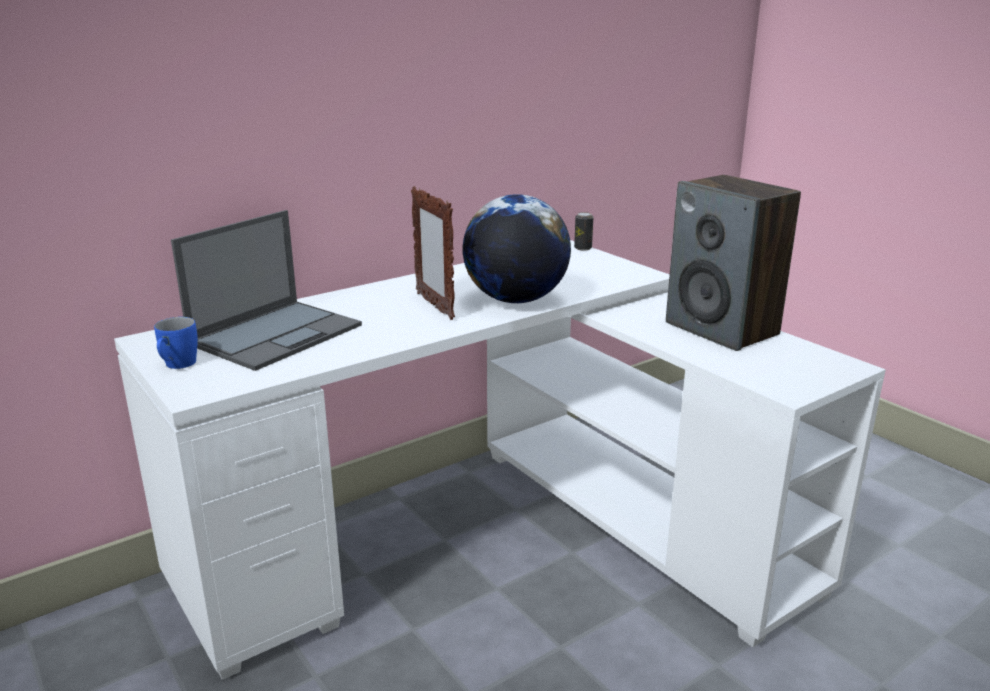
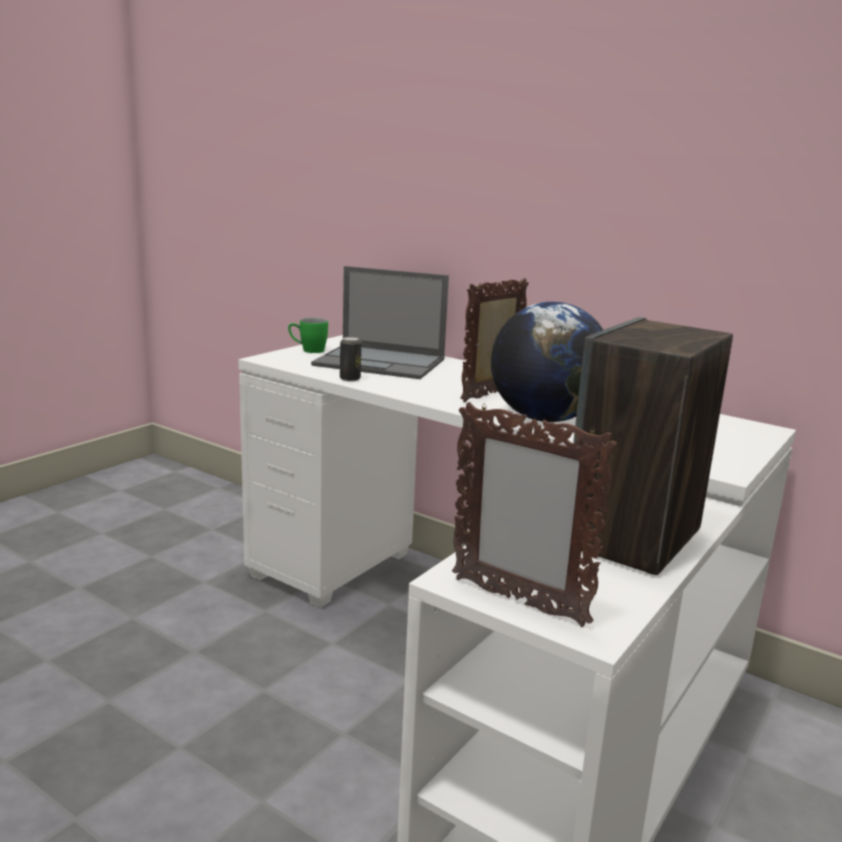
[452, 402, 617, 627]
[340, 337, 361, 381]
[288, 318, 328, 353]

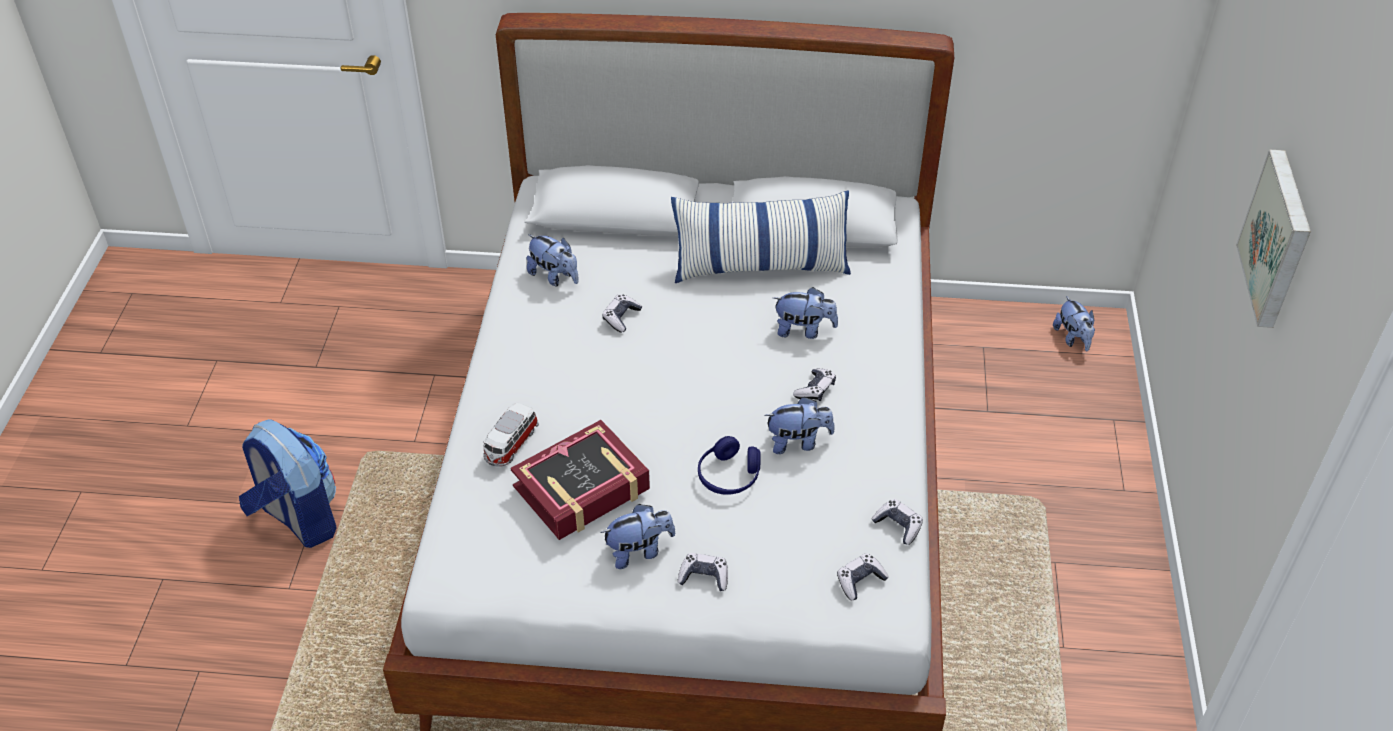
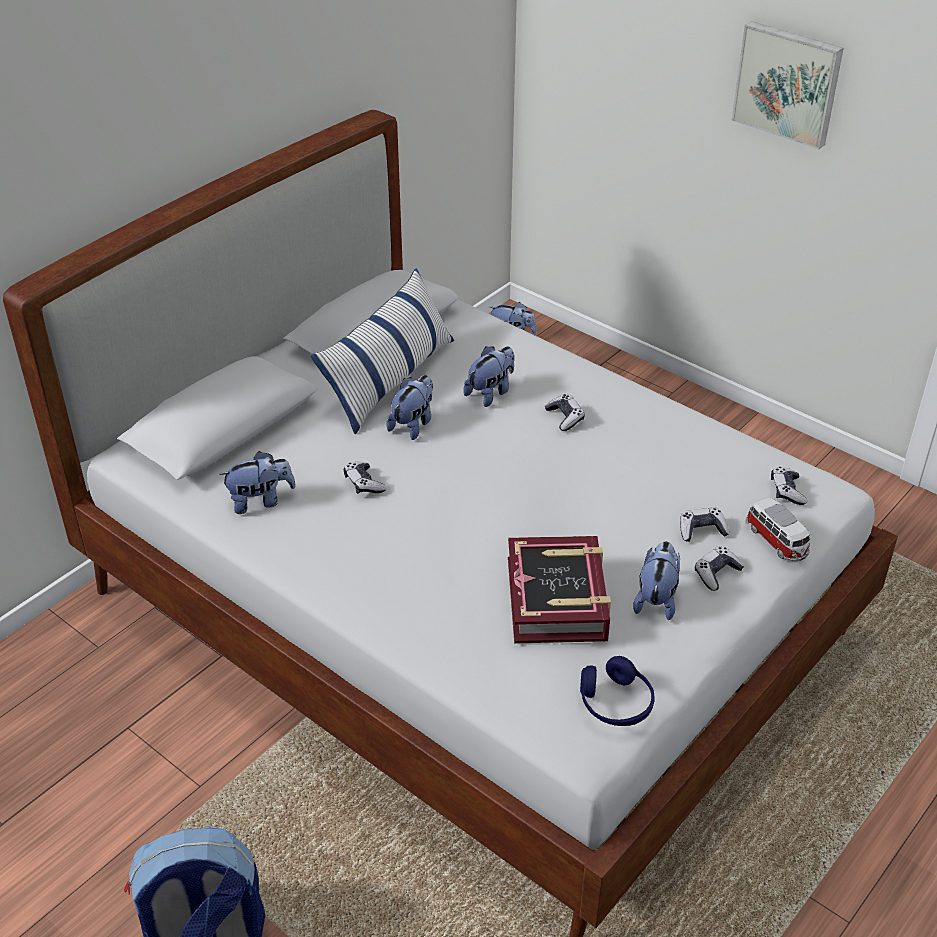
[746, 497, 810, 561]
[580, 656, 655, 726]
[386, 375, 433, 440]
[680, 507, 729, 542]

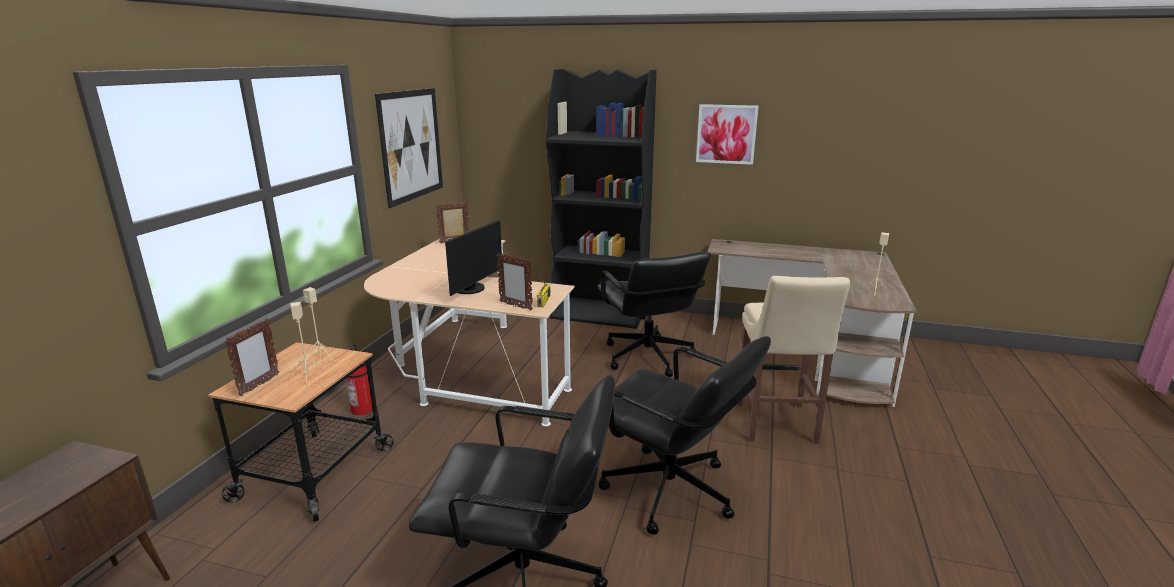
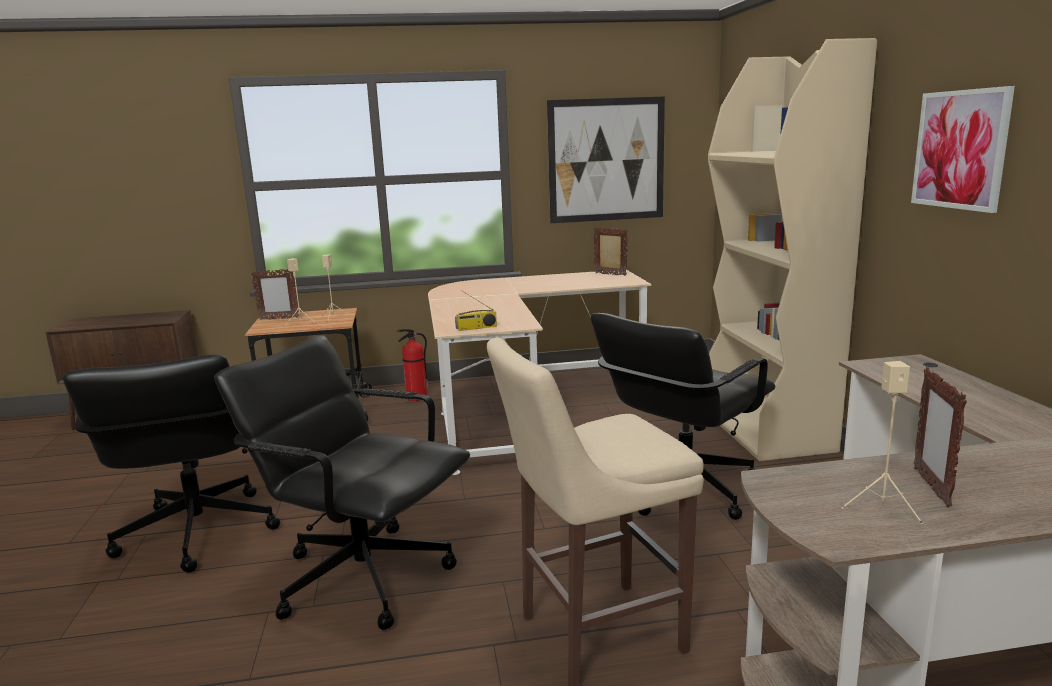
[445, 220, 502, 296] (first image)
[913, 367, 967, 507]
[708, 38, 877, 461]
[214, 335, 470, 630]

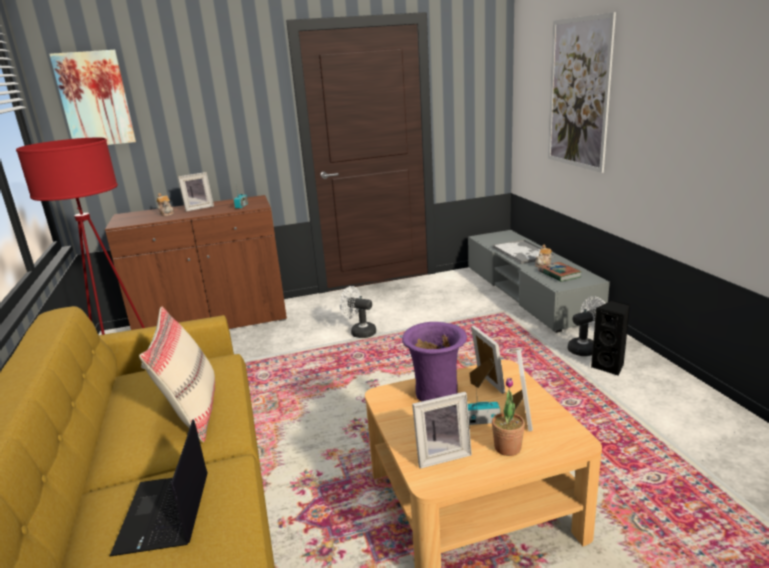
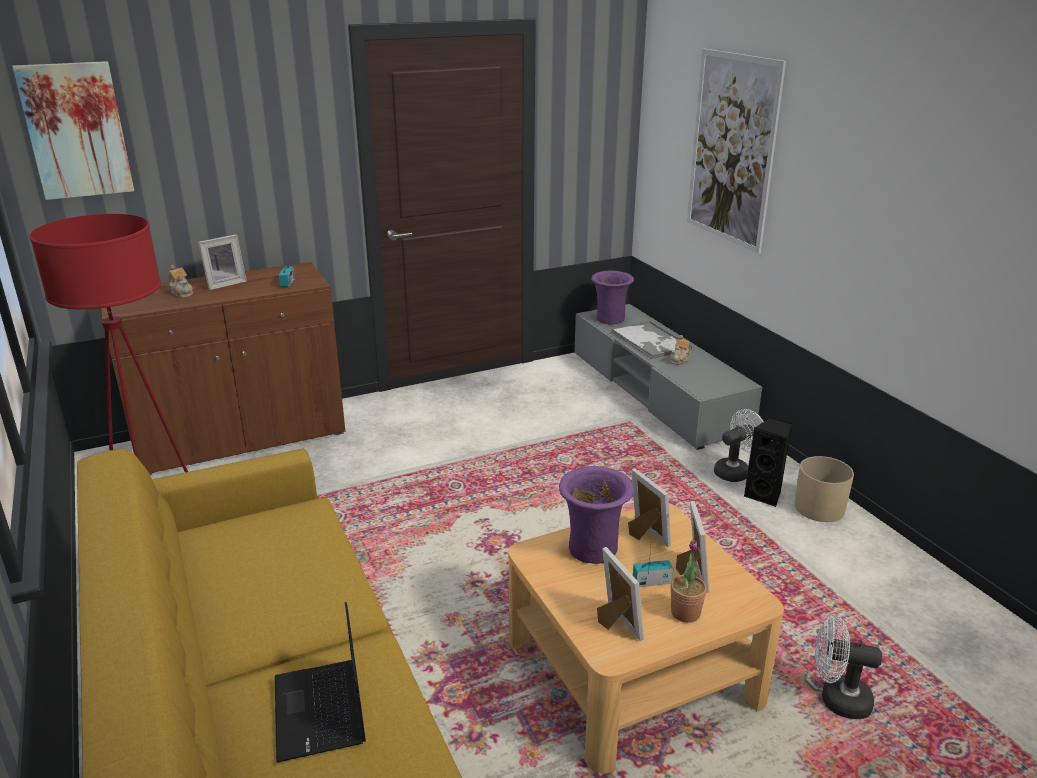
[139, 307, 215, 442] (first image)
[539, 262, 582, 282] (first image)
[591, 271, 634, 324]
[794, 456, 854, 522]
[815, 616, 882, 719]
[597, 547, 644, 641]

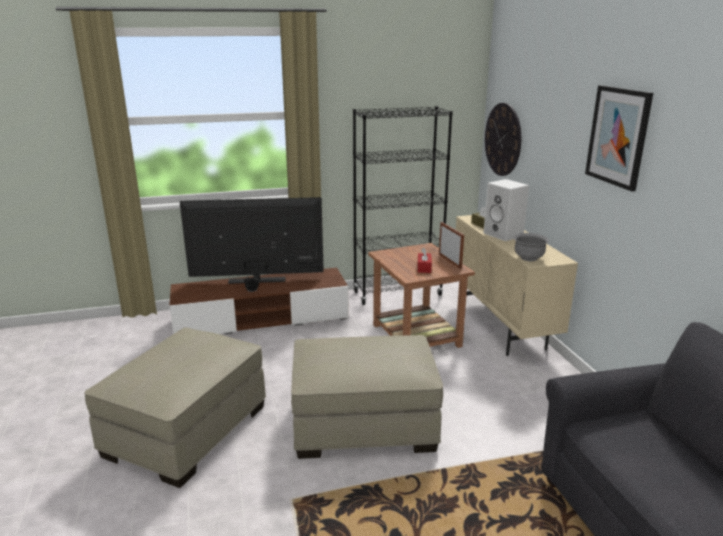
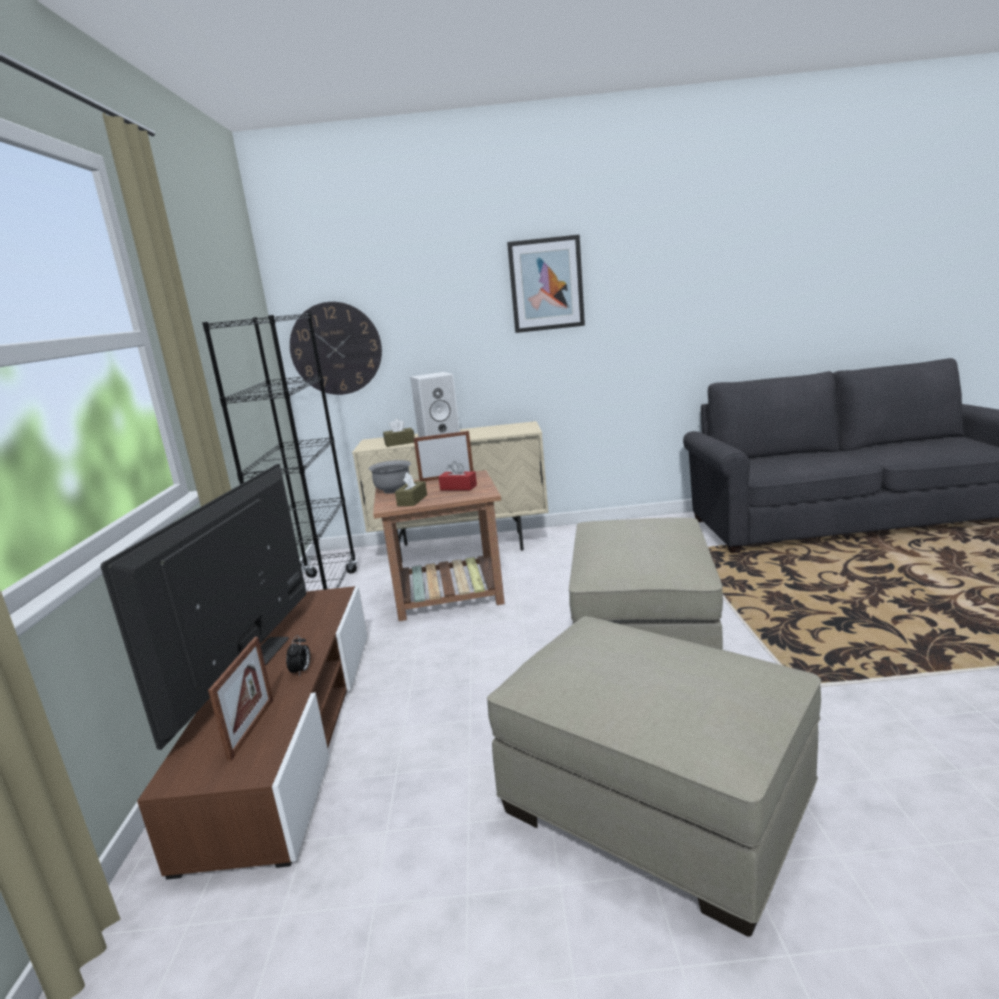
[208, 637, 273, 761]
[395, 472, 427, 506]
[368, 460, 411, 494]

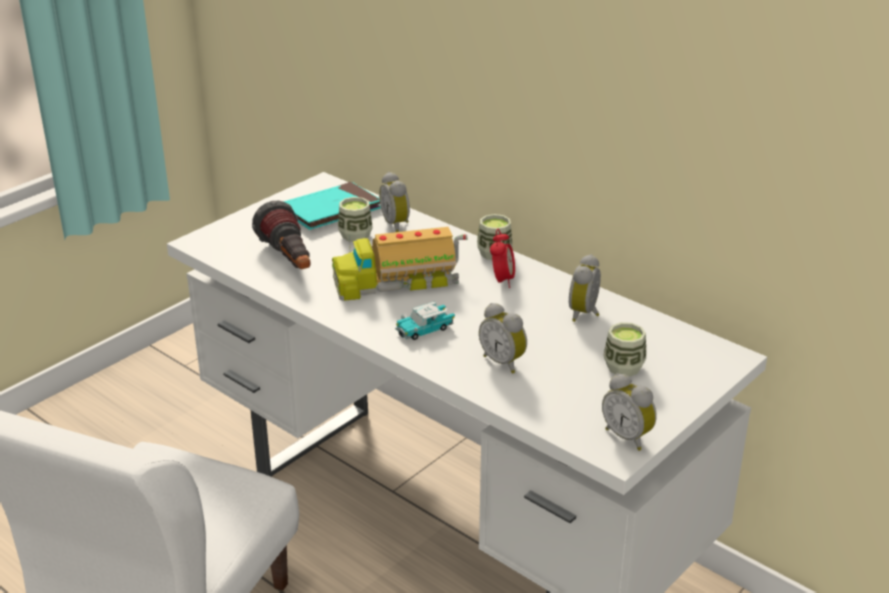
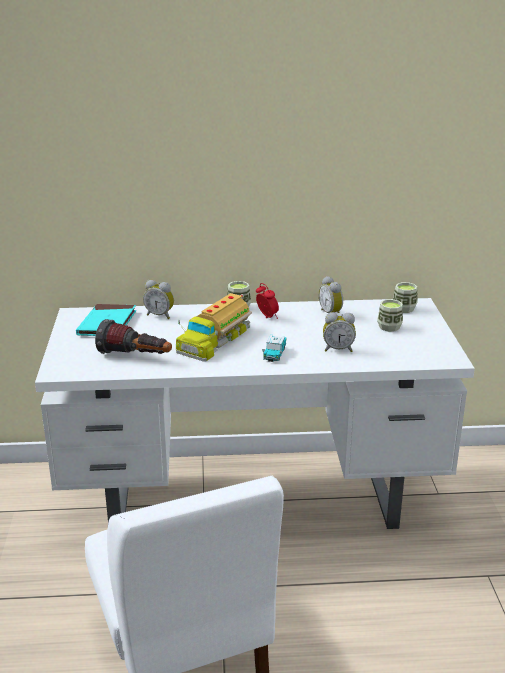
[602, 373, 657, 451] (first image)
[393, 282, 418, 313]

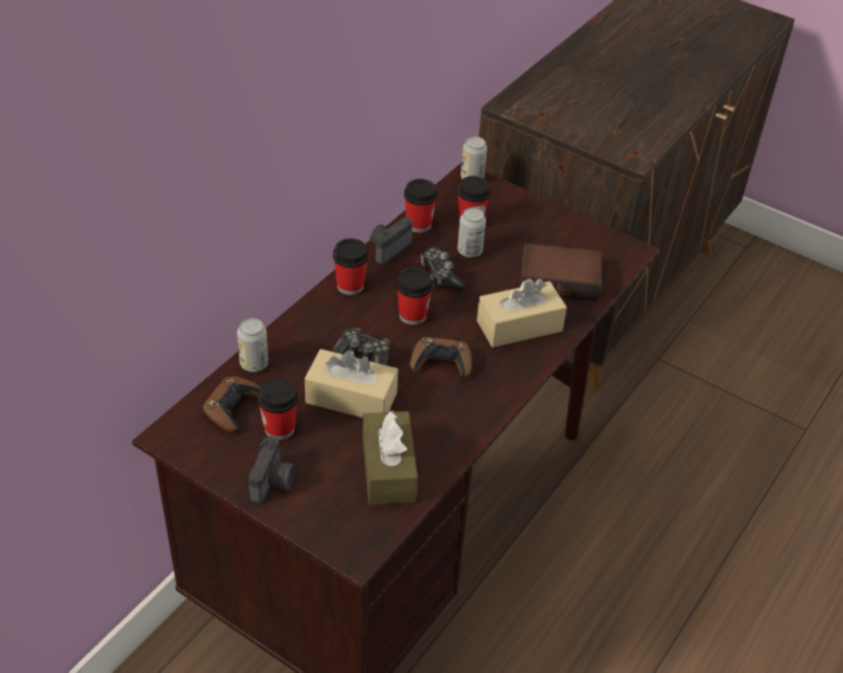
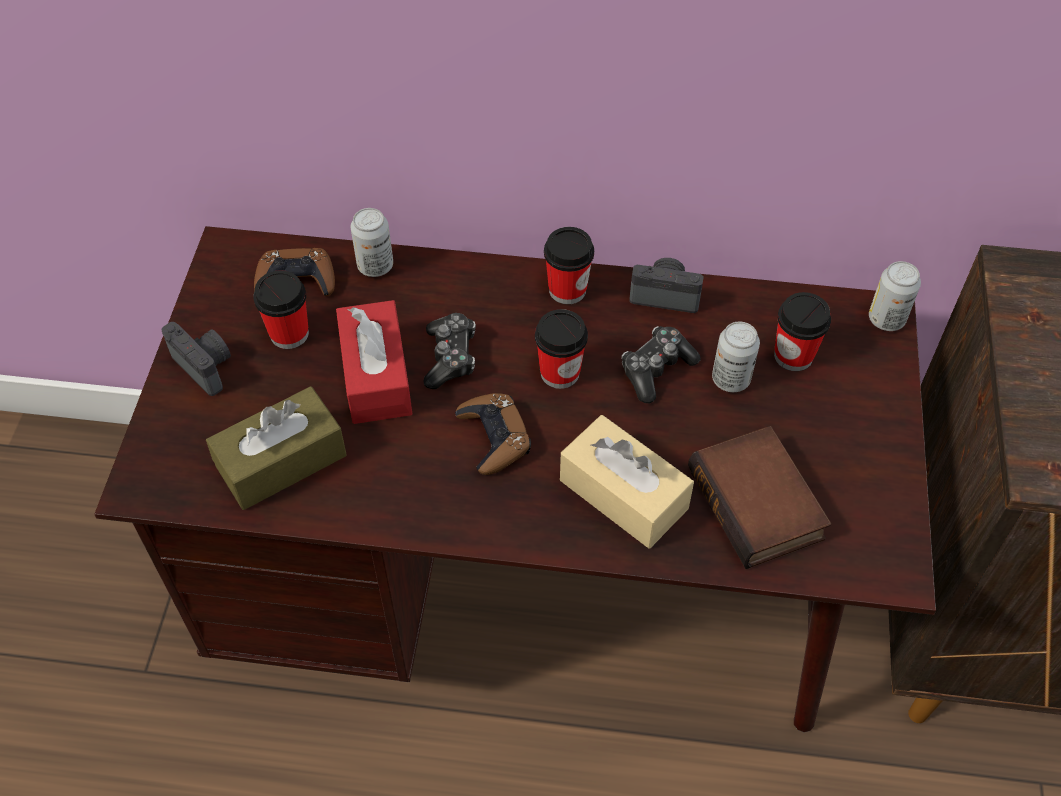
[404, 179, 437, 233] (first image)
[336, 300, 413, 424]
[162, 322, 231, 396]

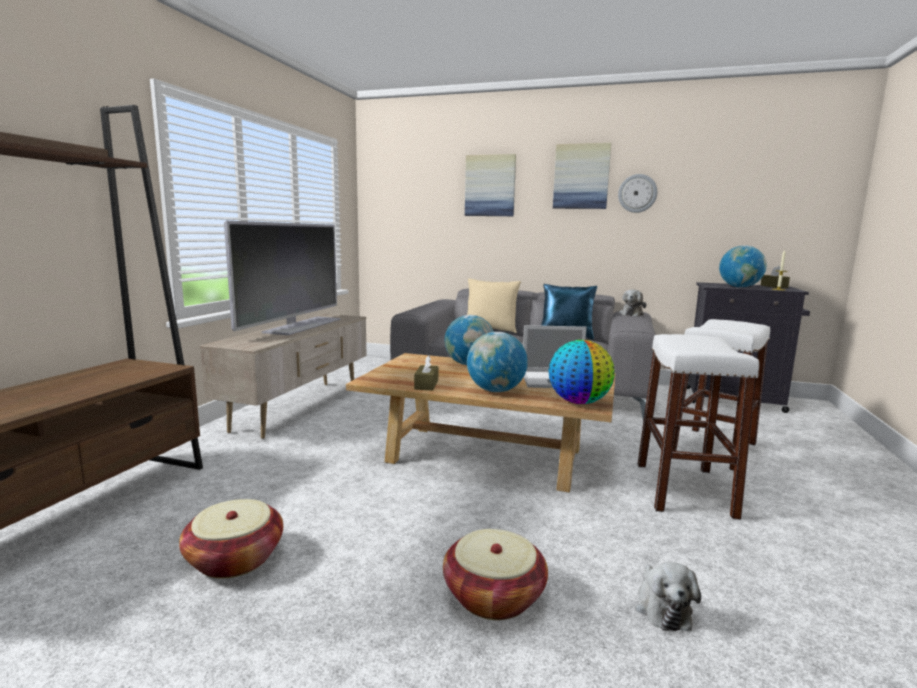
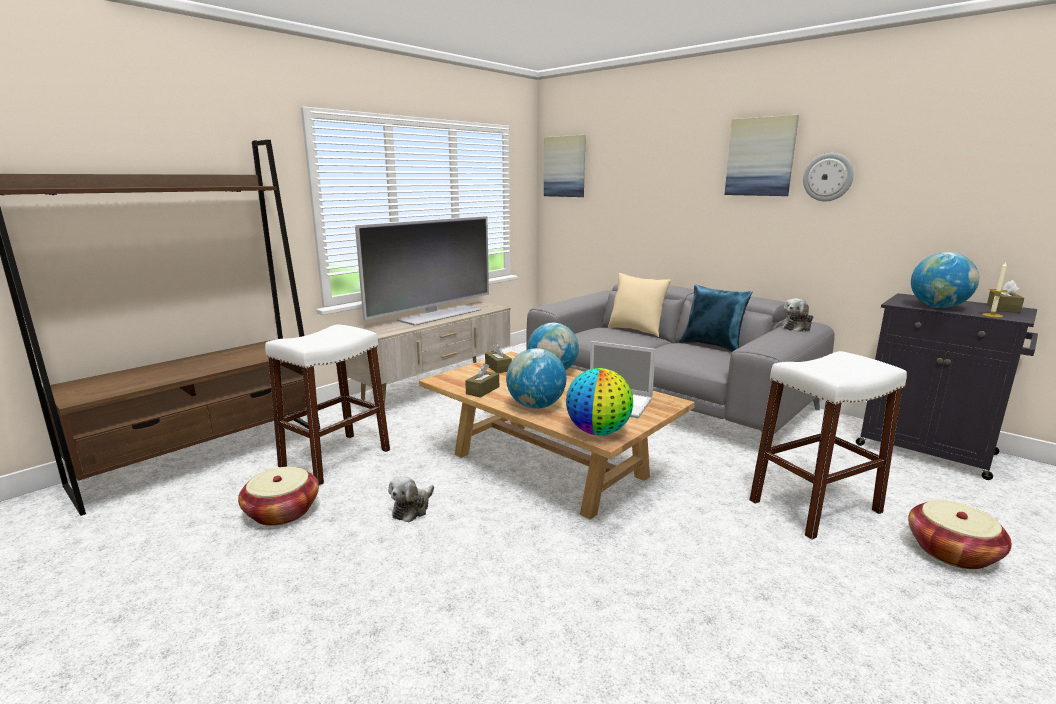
[485, 343, 512, 373]
[908, 500, 1012, 569]
[544, 135, 586, 197]
[388, 476, 434, 523]
[265, 324, 390, 486]

